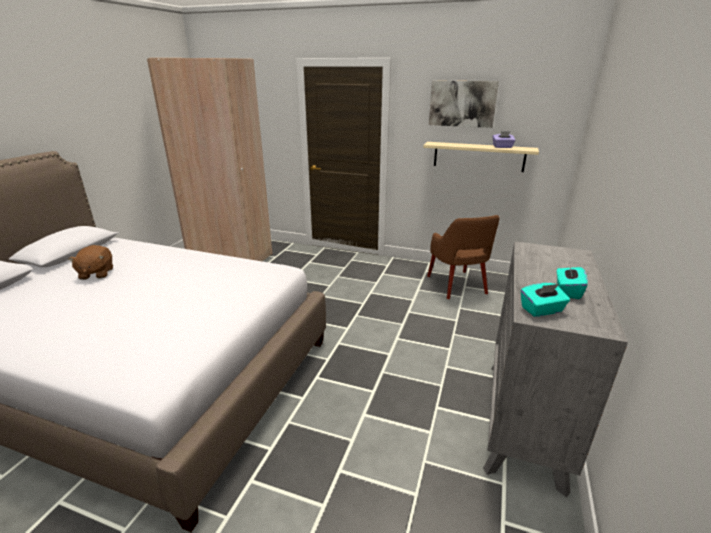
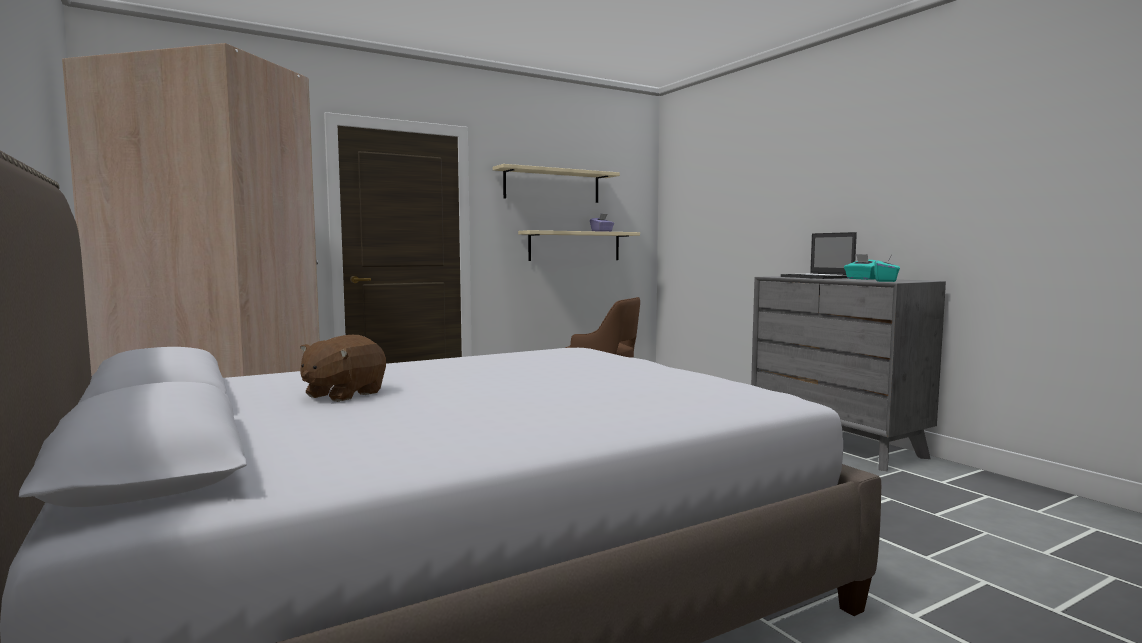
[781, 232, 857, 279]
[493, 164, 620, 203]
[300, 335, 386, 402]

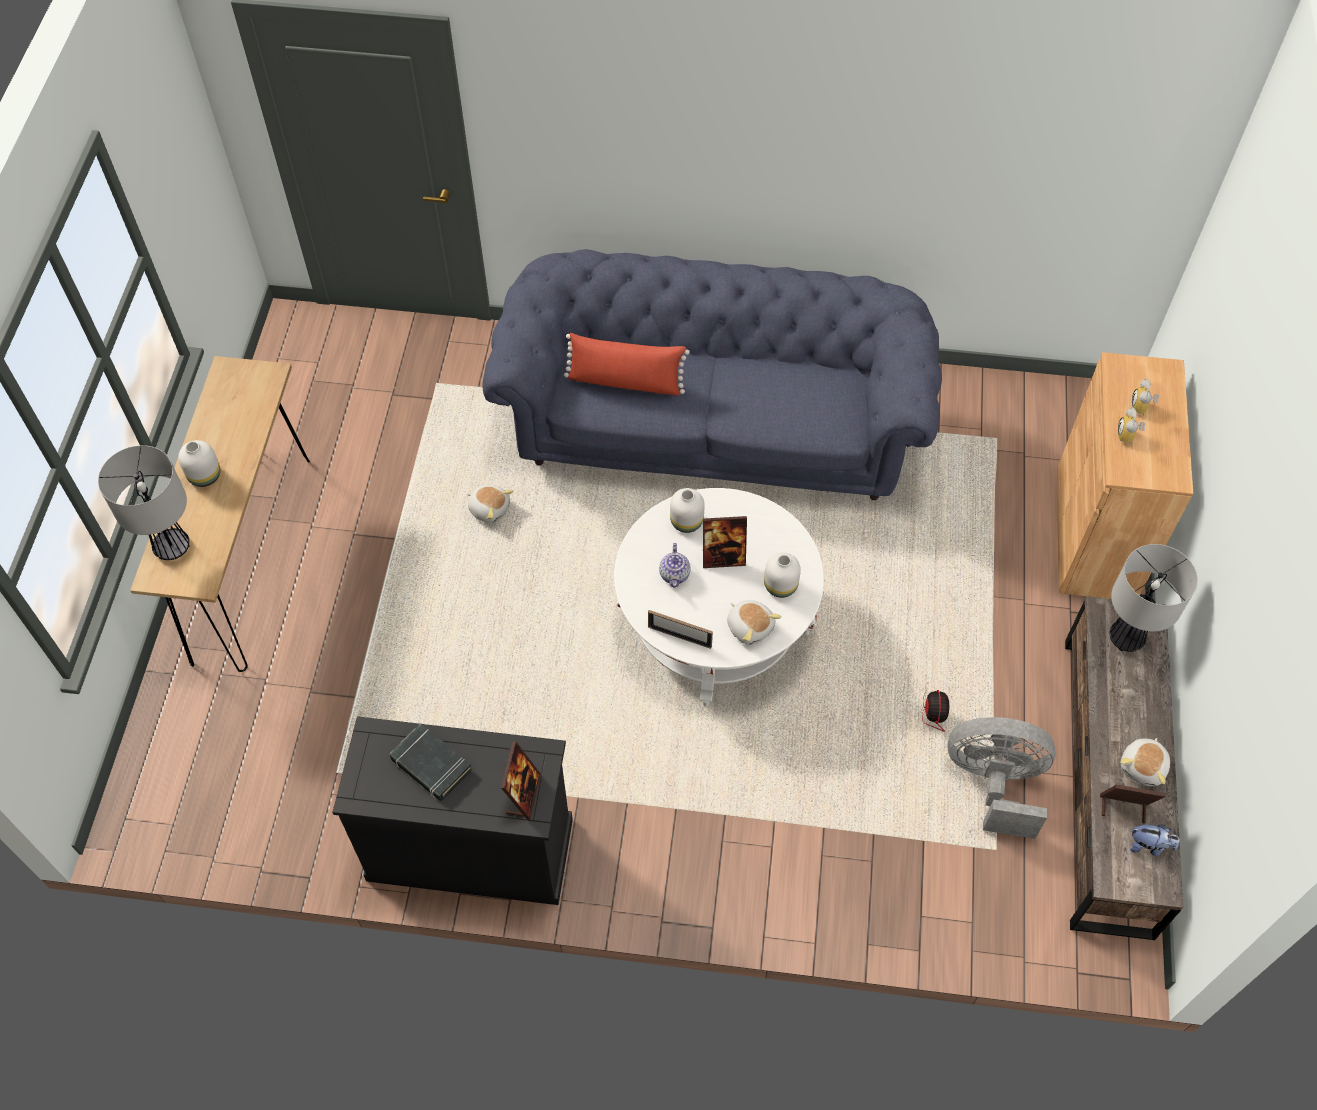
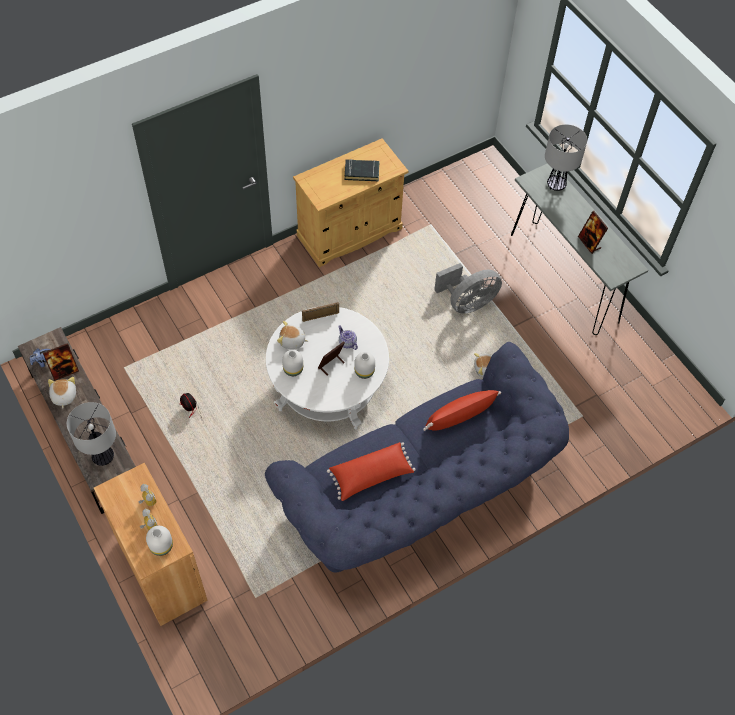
[327, 442, 416, 501]
[146, 526, 173, 556]
[578, 211, 608, 254]
[434, 263, 502, 314]
[511, 164, 648, 335]
[293, 138, 409, 267]

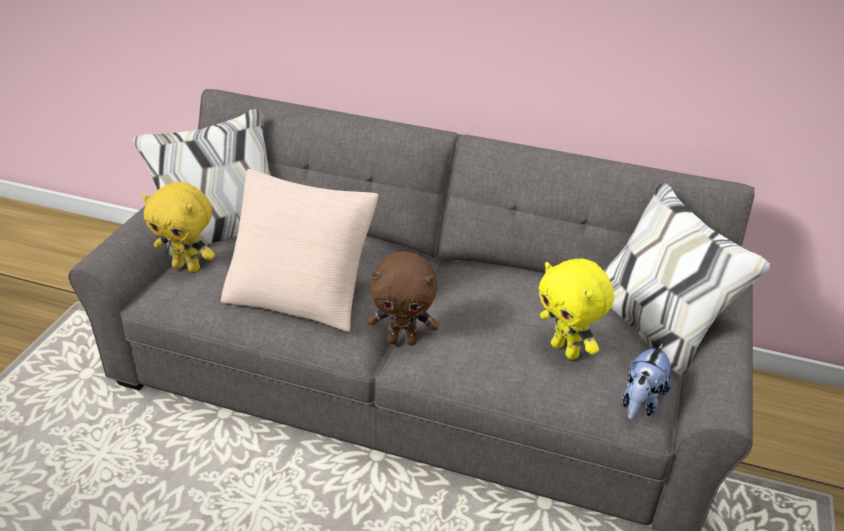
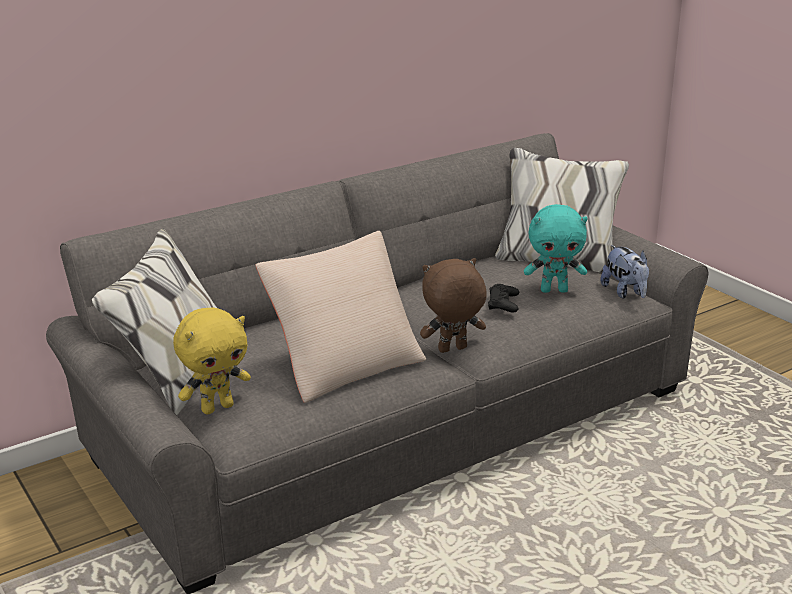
[488, 284, 519, 312]
[524, 204, 588, 293]
[420, 258, 487, 353]

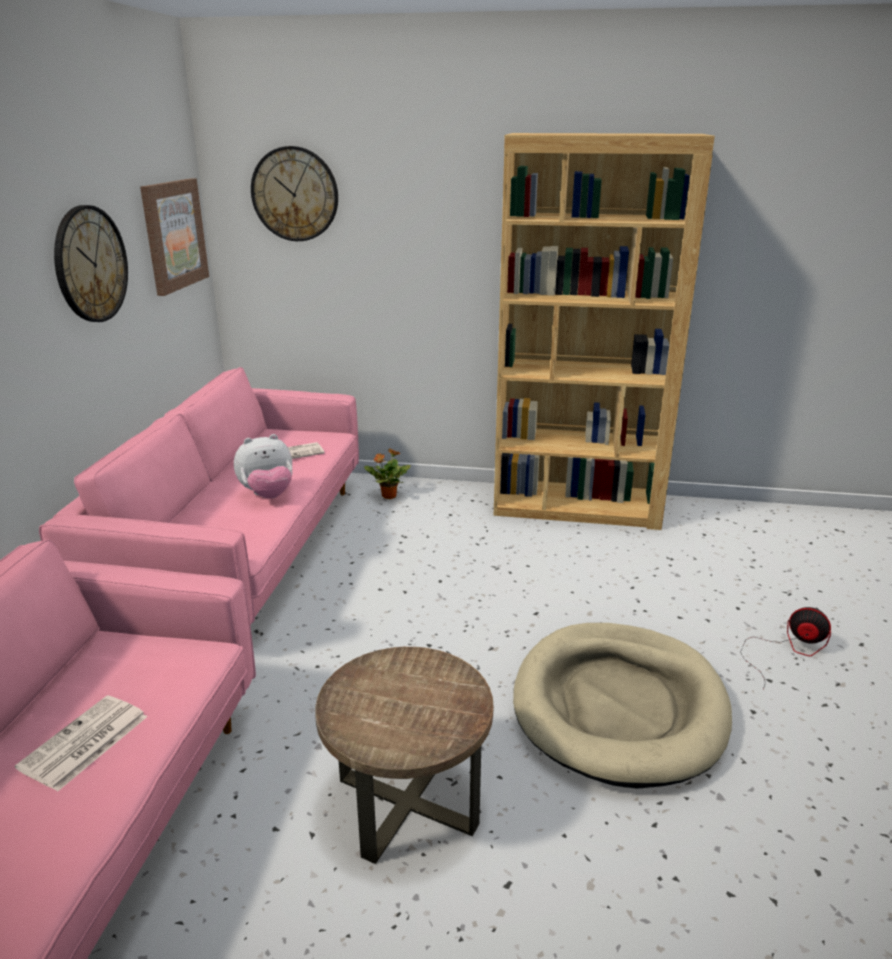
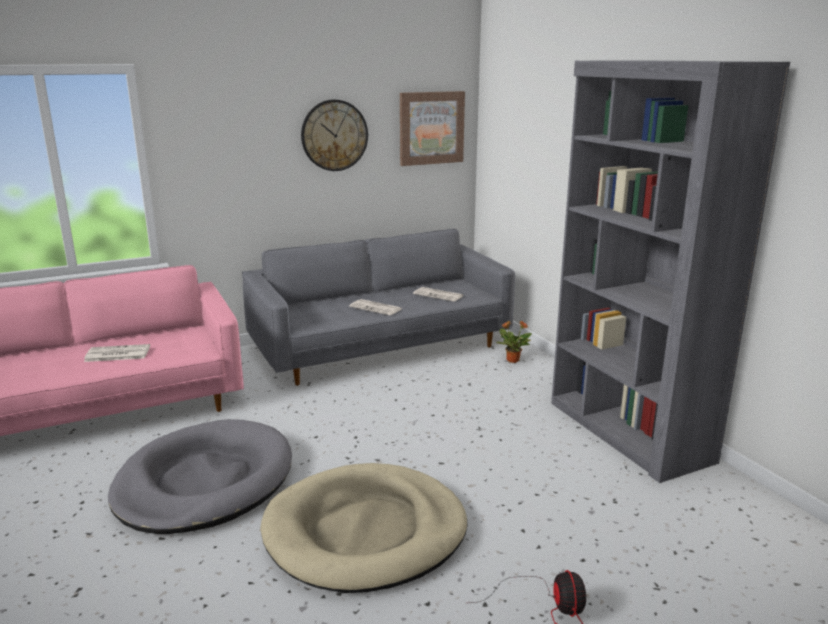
[251, 146, 338, 241] (first image)
[349, 299, 402, 315]
[108, 419, 292, 534]
[242, 229, 515, 386]
[551, 60, 790, 483]

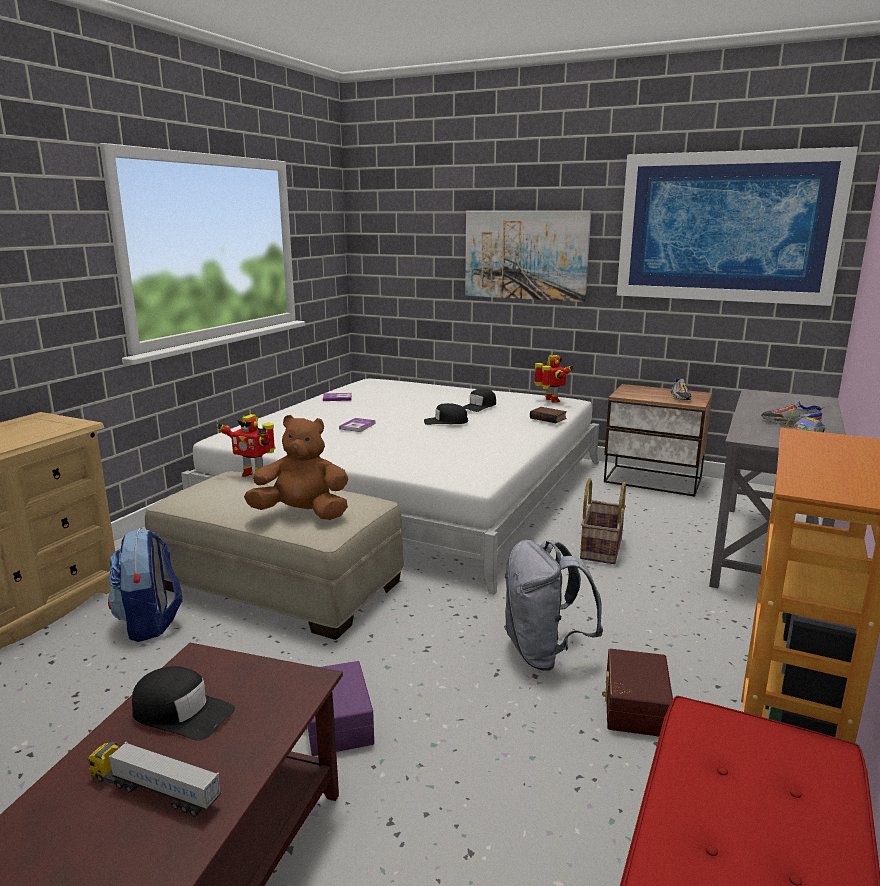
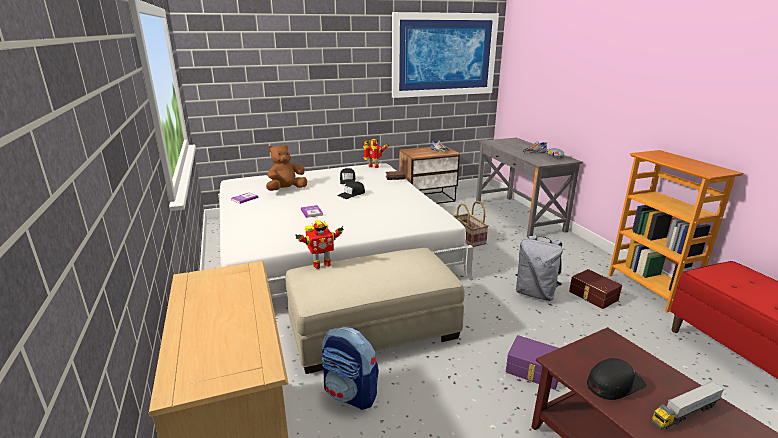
[465, 211, 591, 302] (first image)
[266, 145, 307, 191]

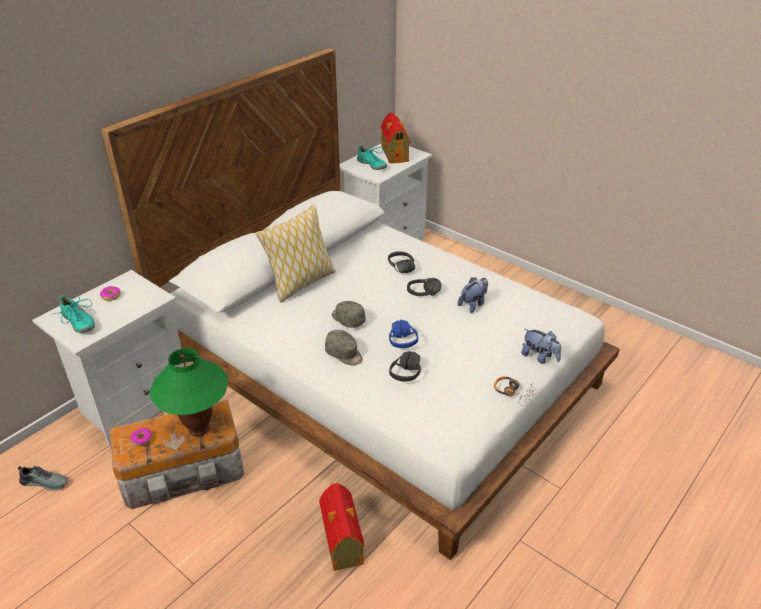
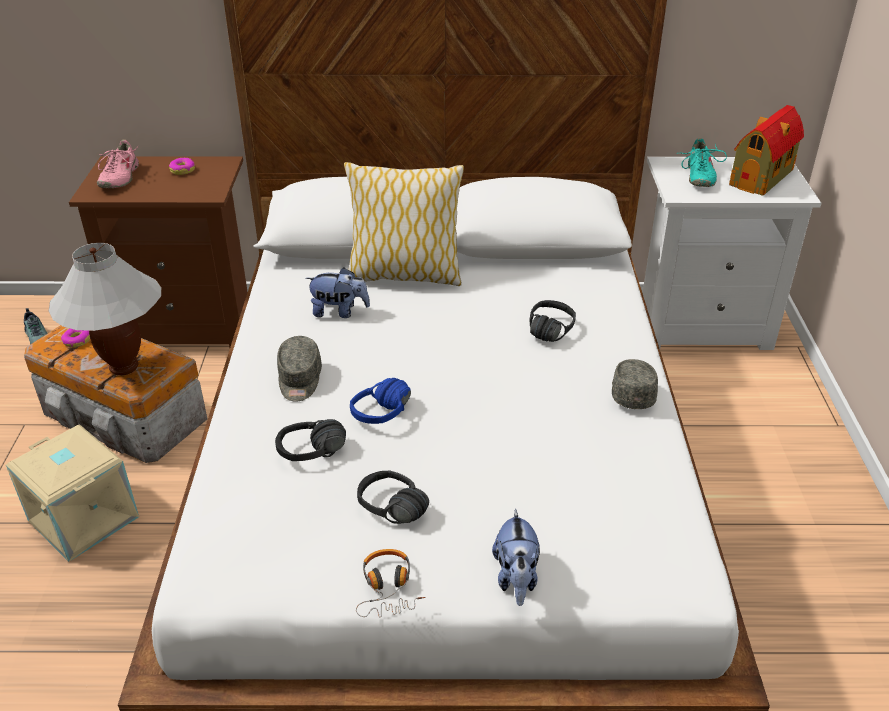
[319, 483, 365, 571] (first image)
[6, 424, 139, 562]
[612, 359, 658, 409]
[357, 470, 429, 524]
[305, 268, 370, 318]
[69, 156, 248, 347]
[97, 139, 139, 188]
[49, 243, 161, 376]

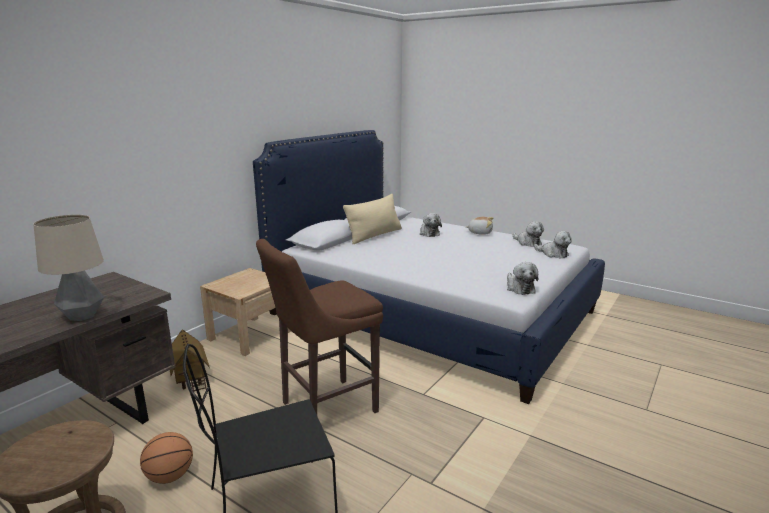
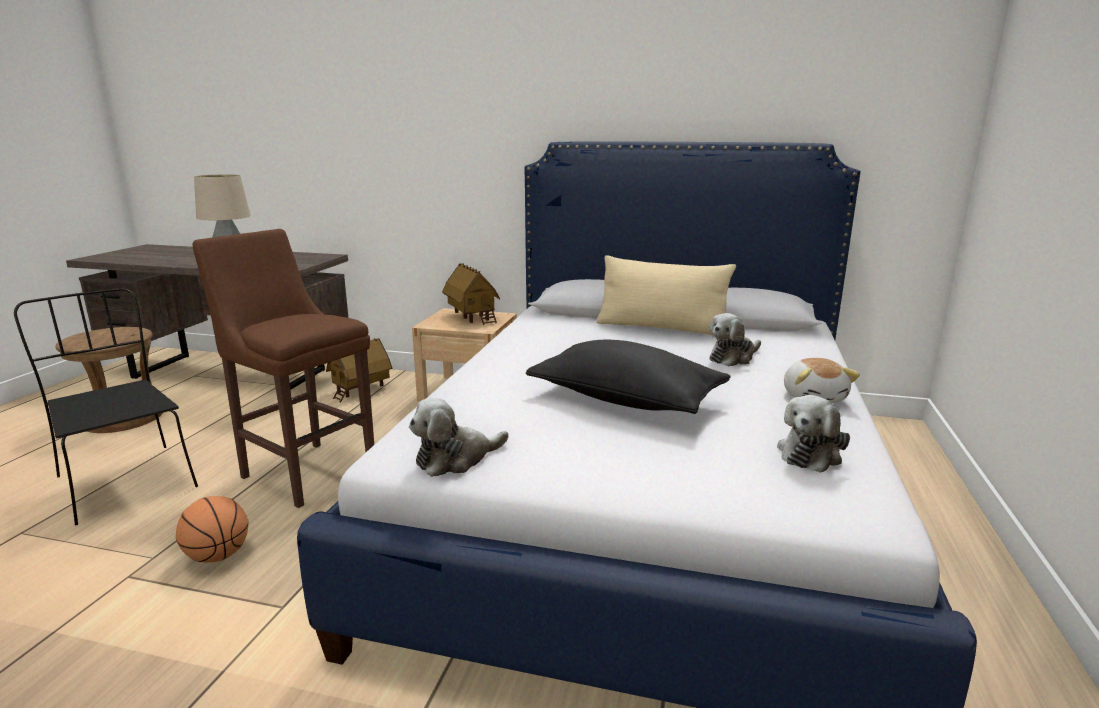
[534, 231, 572, 258] (first image)
[442, 263, 500, 325]
[526, 339, 731, 414]
[176, 496, 248, 563]

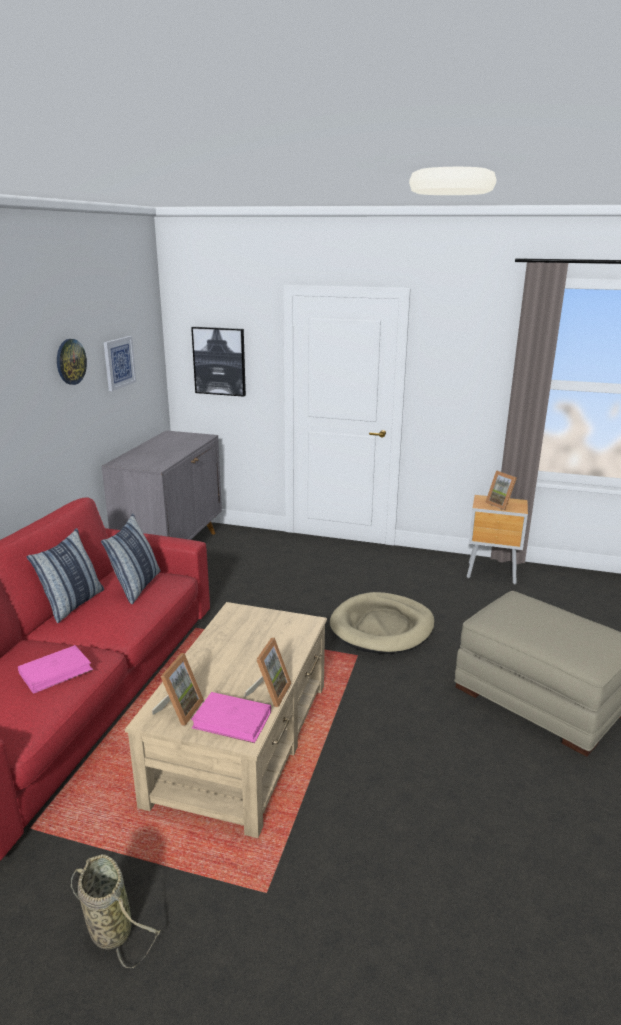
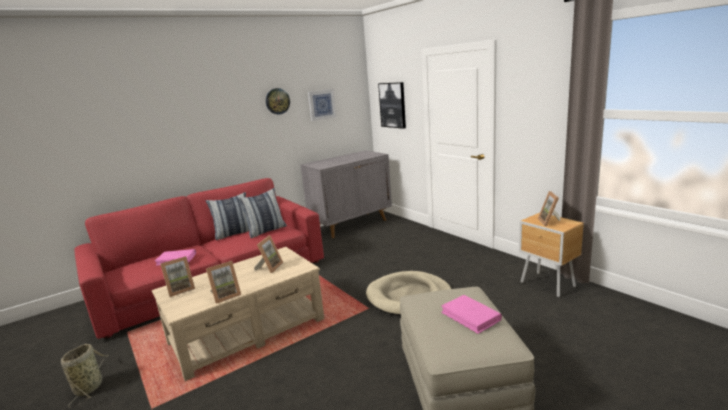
[254, 235, 283, 273]
[441, 295, 502, 334]

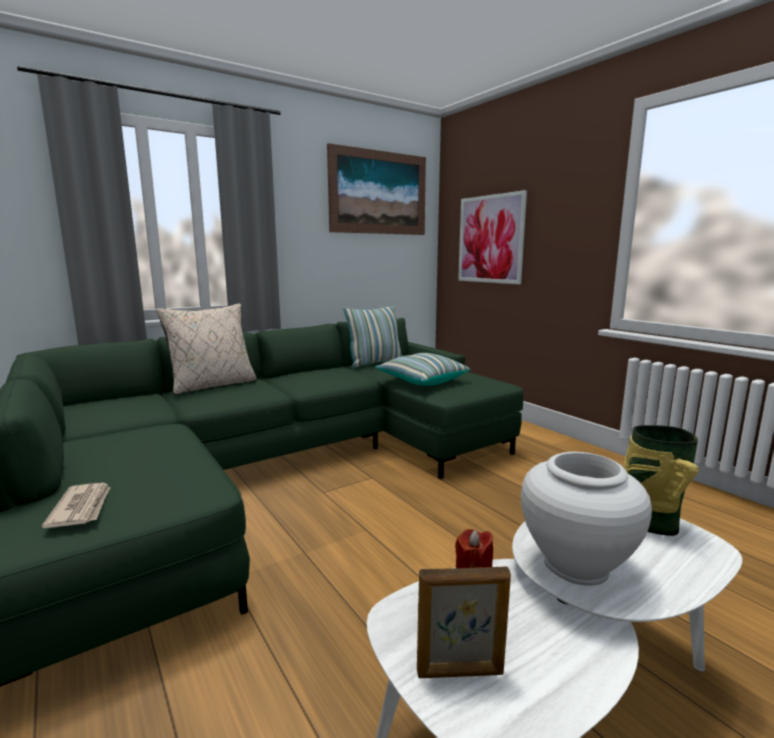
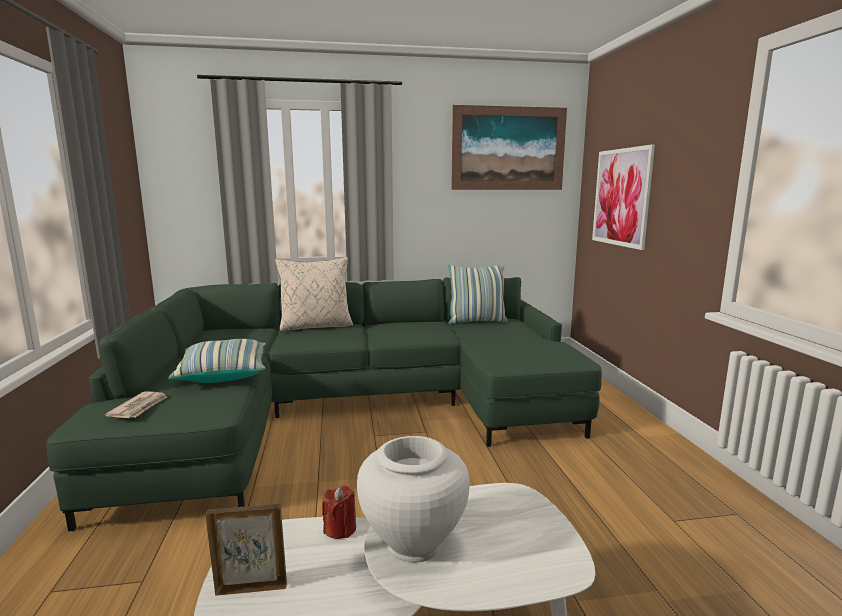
[624, 425, 699, 536] (first image)
[168, 339, 266, 383]
[206, 504, 287, 596]

